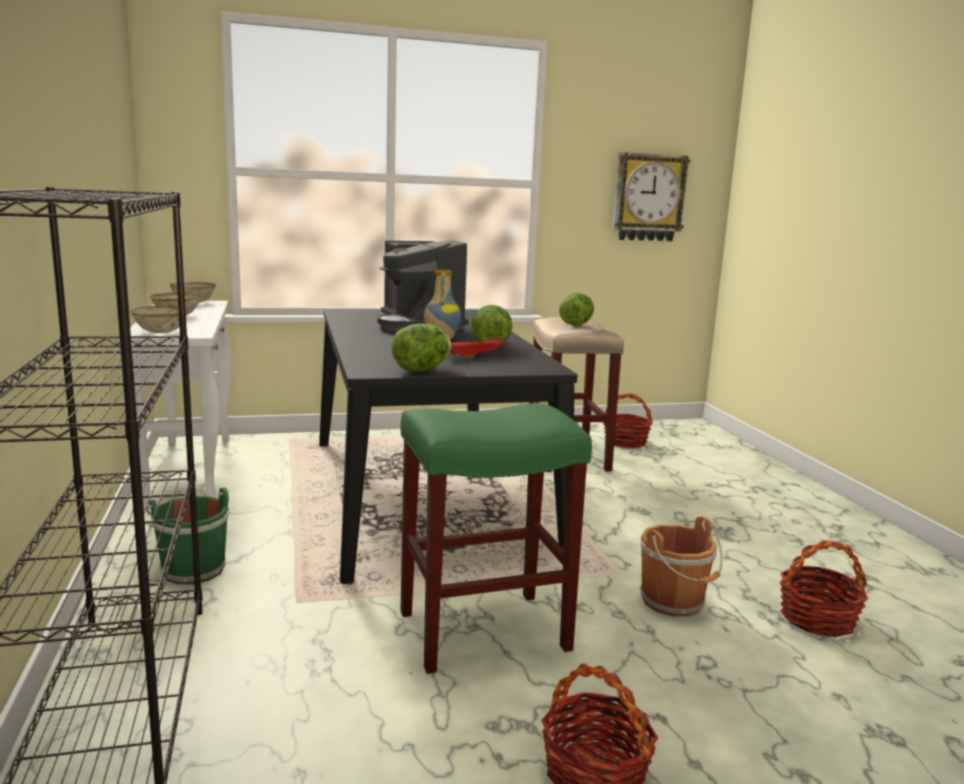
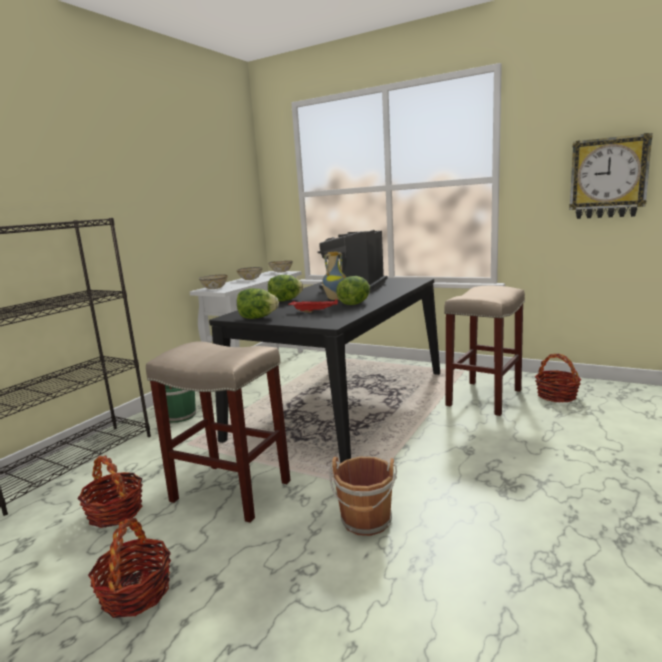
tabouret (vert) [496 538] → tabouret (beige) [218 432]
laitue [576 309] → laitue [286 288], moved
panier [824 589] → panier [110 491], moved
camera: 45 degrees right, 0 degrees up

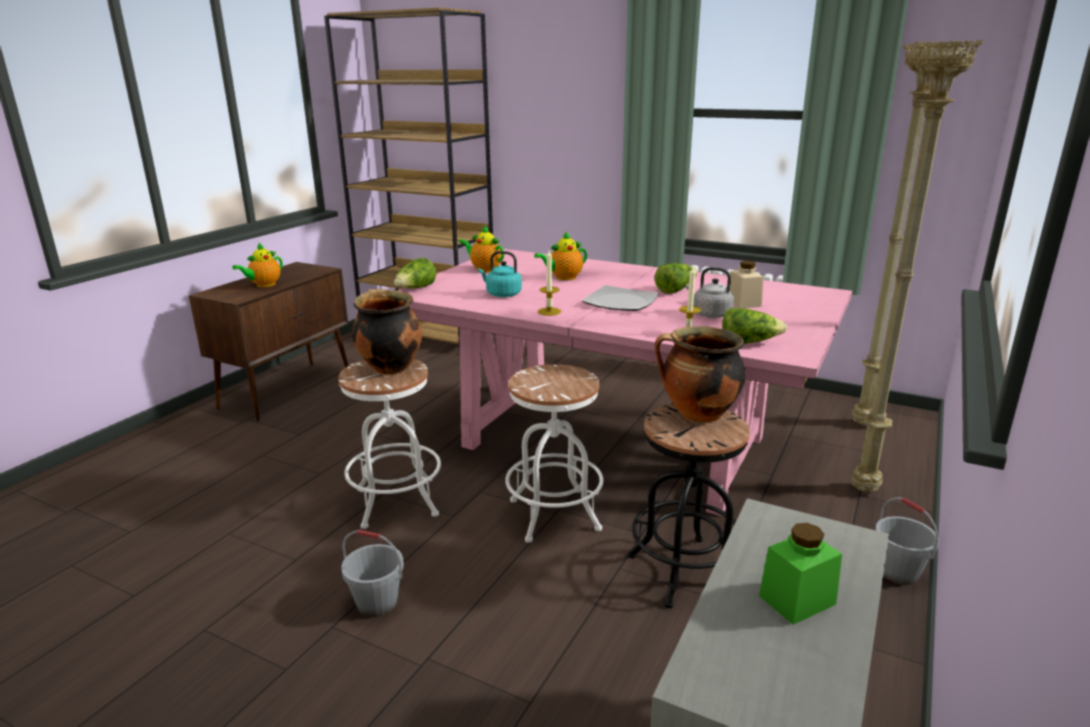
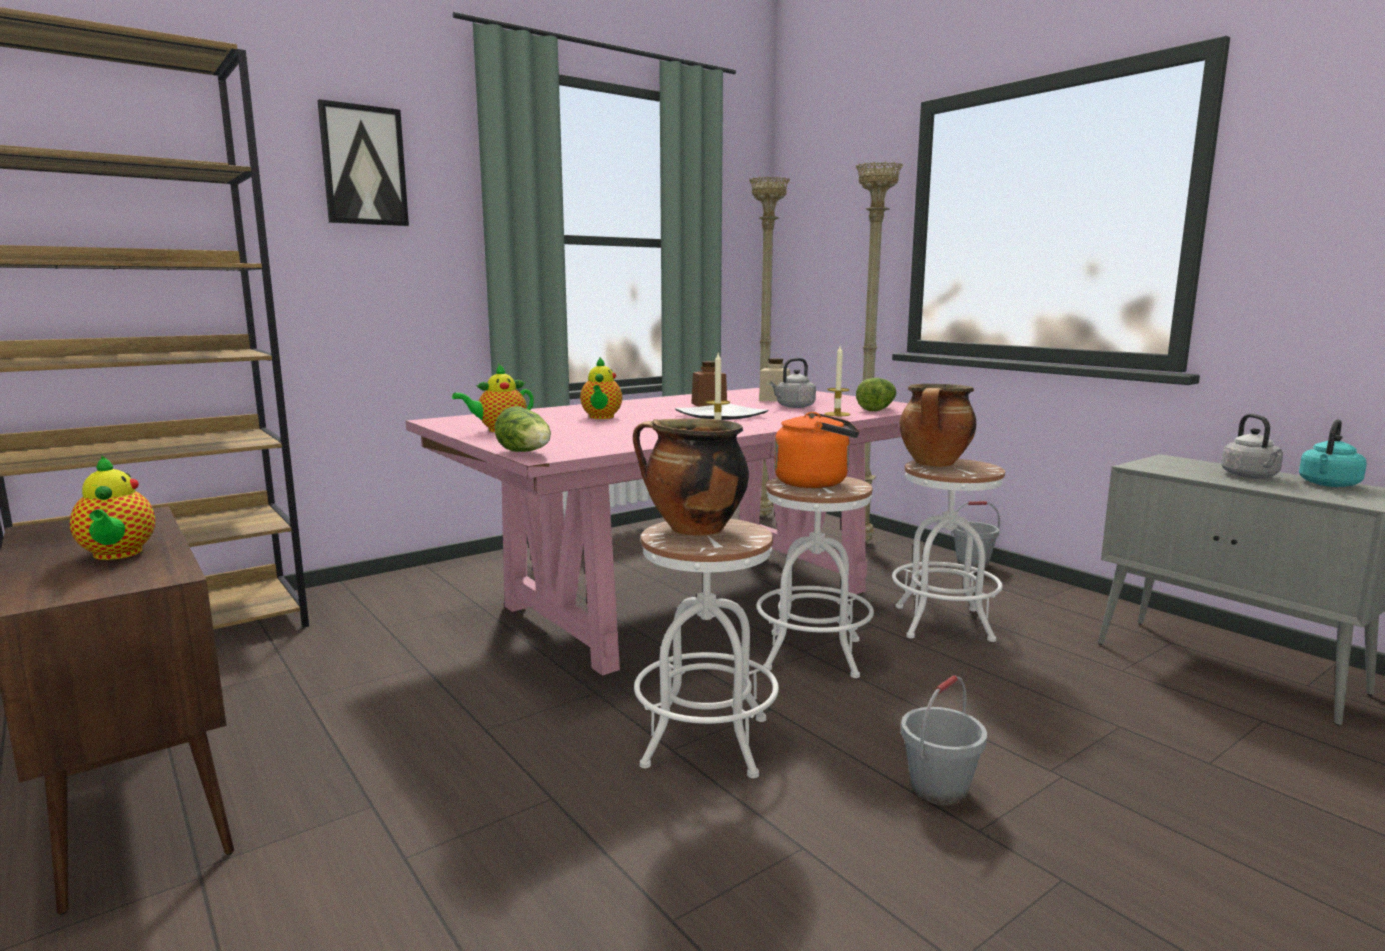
bouilloire (turquoise) [500 274] → bouilloire (turquoise) [1333 453], moved
tabouret (noir) [689 506] → tabouret (blanc) [948 550]
laitue [676 278] → bocal (marron) [709 384]
bocal (vert) [800 574] → bouilloire (gris) [1252 446]
- → tableau [363 162]
- → bouilloire (orange) [816 450]
camera: 65 degrees left, 10 degrees down

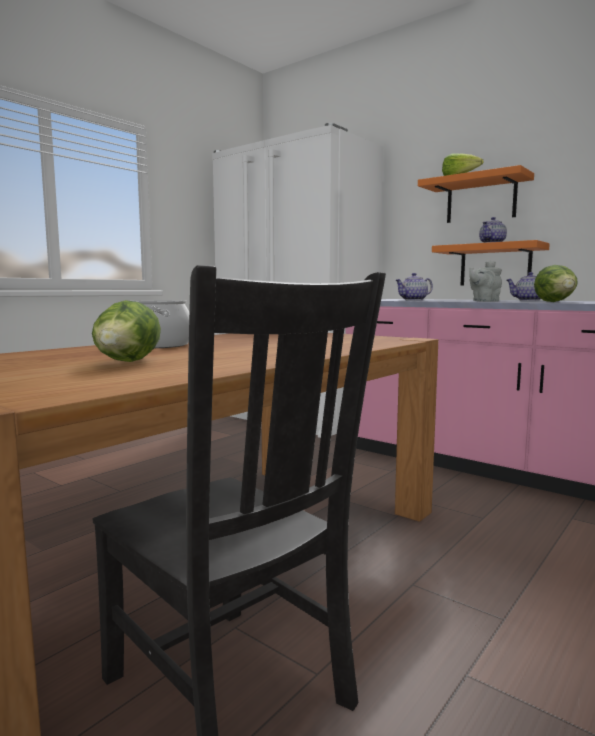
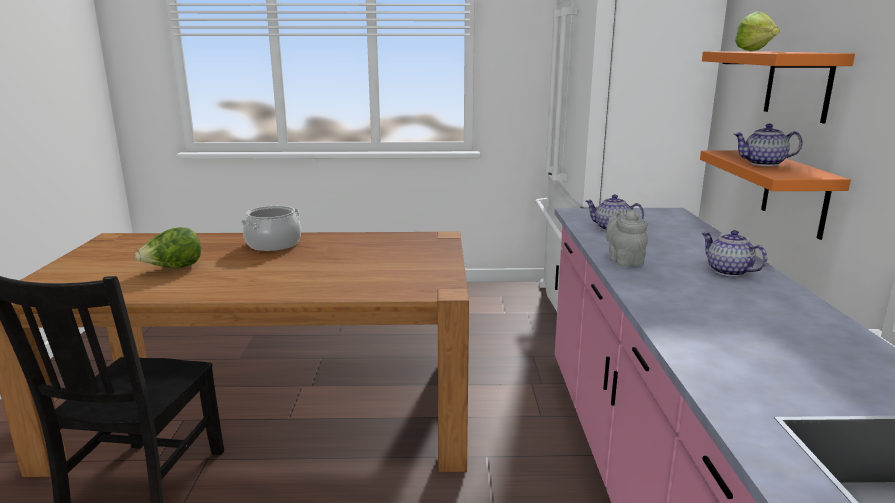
théière (gris) [485 281] → théière (gris) [627 238], 60 degrees clockwise
laitue [556 283] → -
camera: 50 degrees right, 10 degrees up

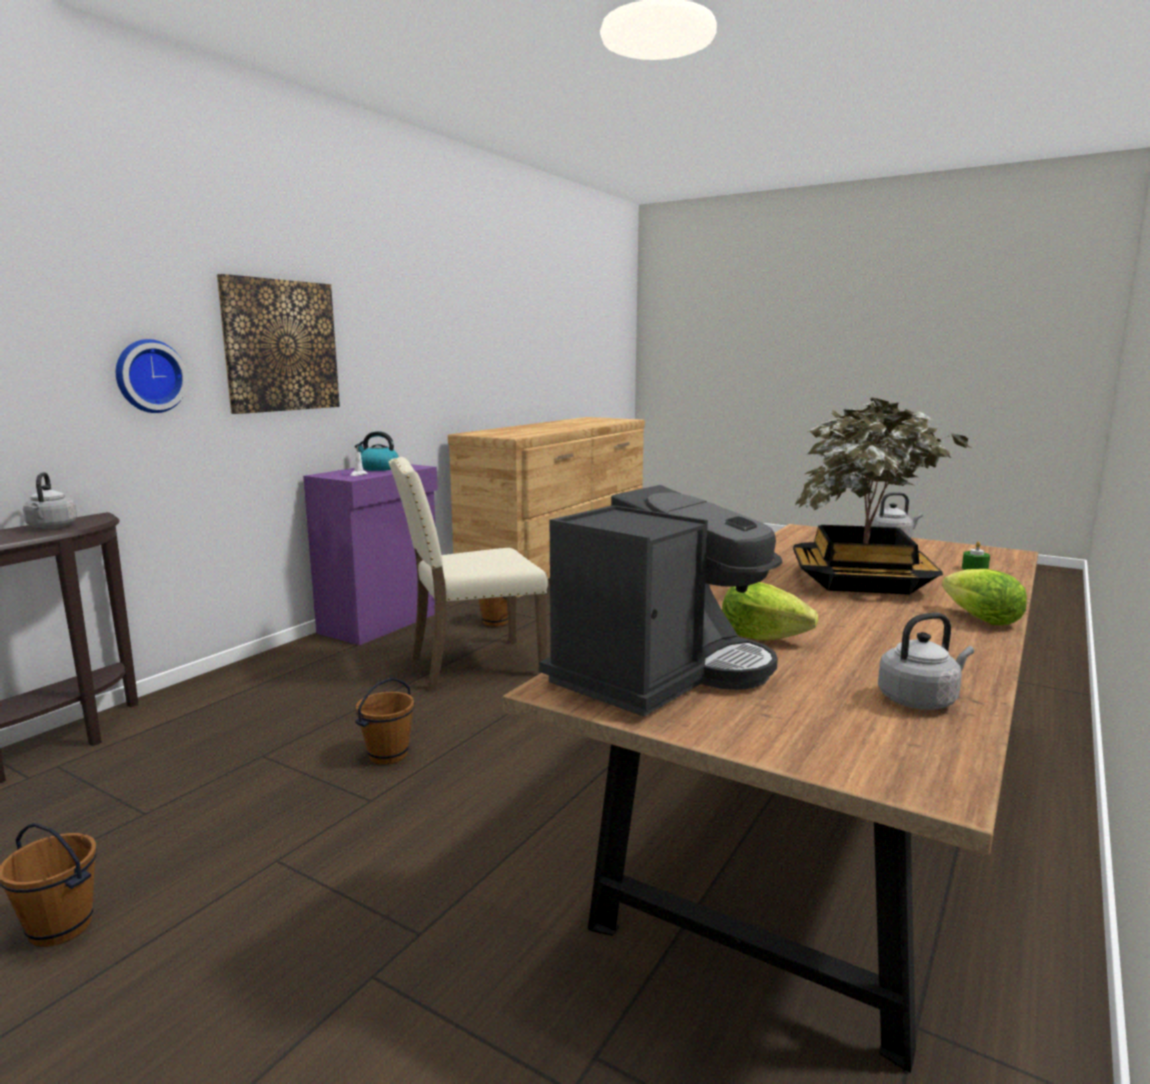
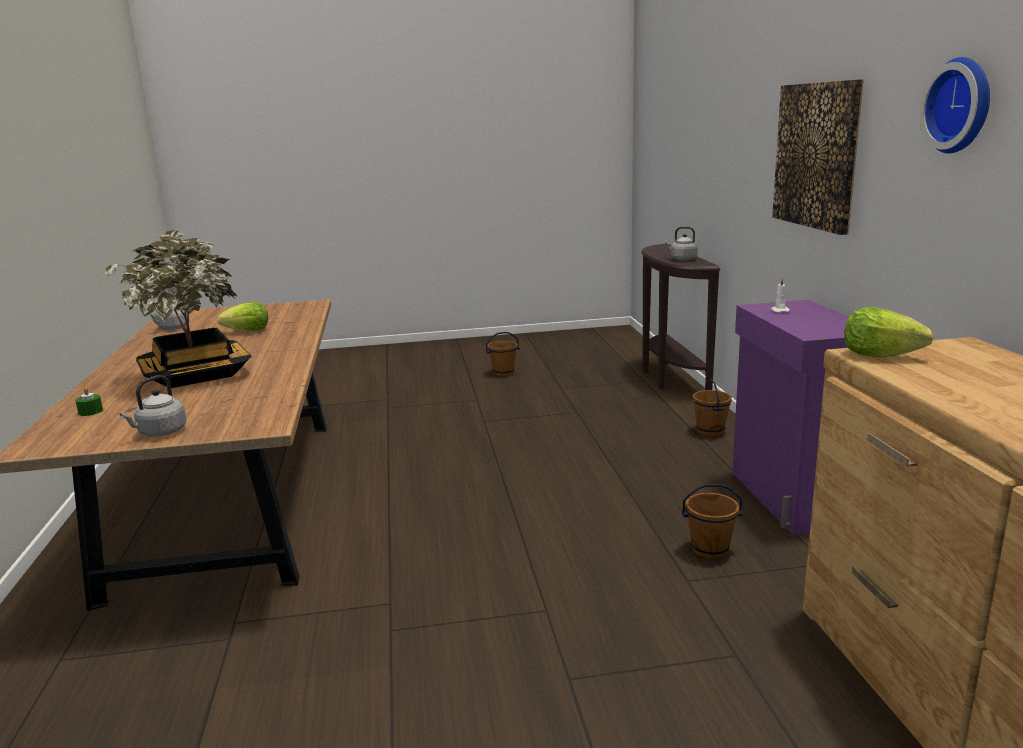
horloge murale [152 376] → horloge murale [955 105], moved
bouilloire [377 451] → -
seau (marron) [385 721] → seau (marron) [712 407], moved
chaise (beige) [468 574] → -
machine à café [660 601] → -
laitue [984 597] → laitue [889 332], moved
camera: 140 degrees right, 5 degrees up

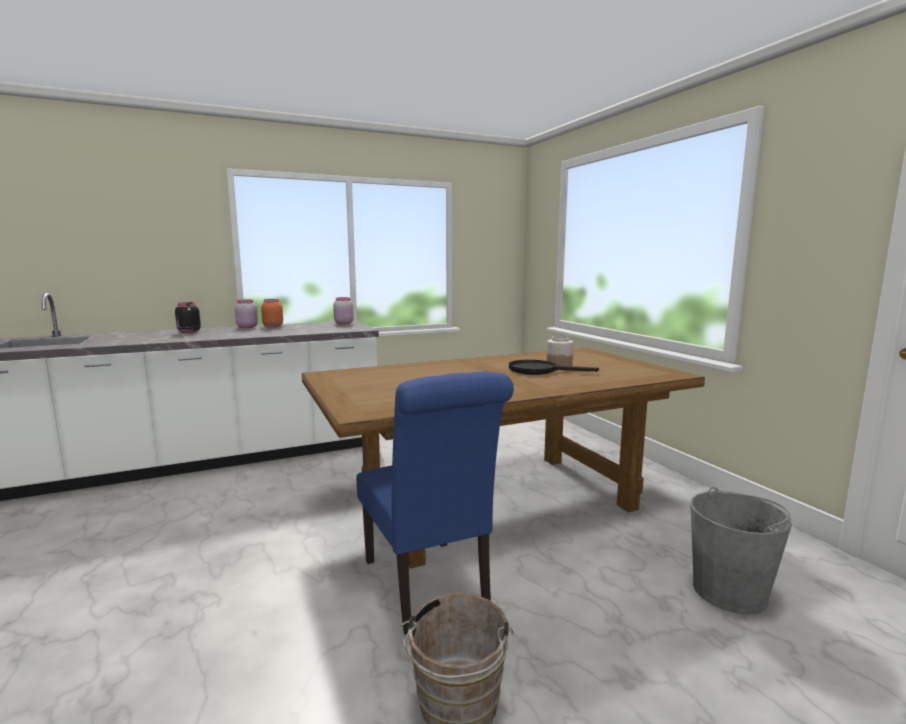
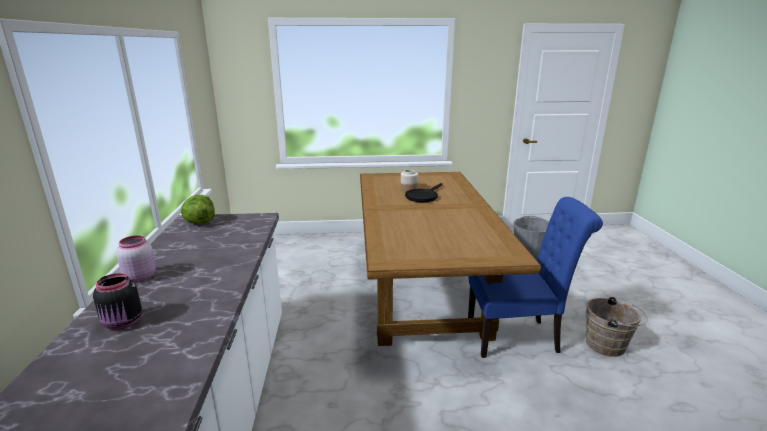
bocal (orange) [272 313] → -
bocal (rose) [343 310] → laitue [198 209]
camera: 70 degrees left, 10 degrees up

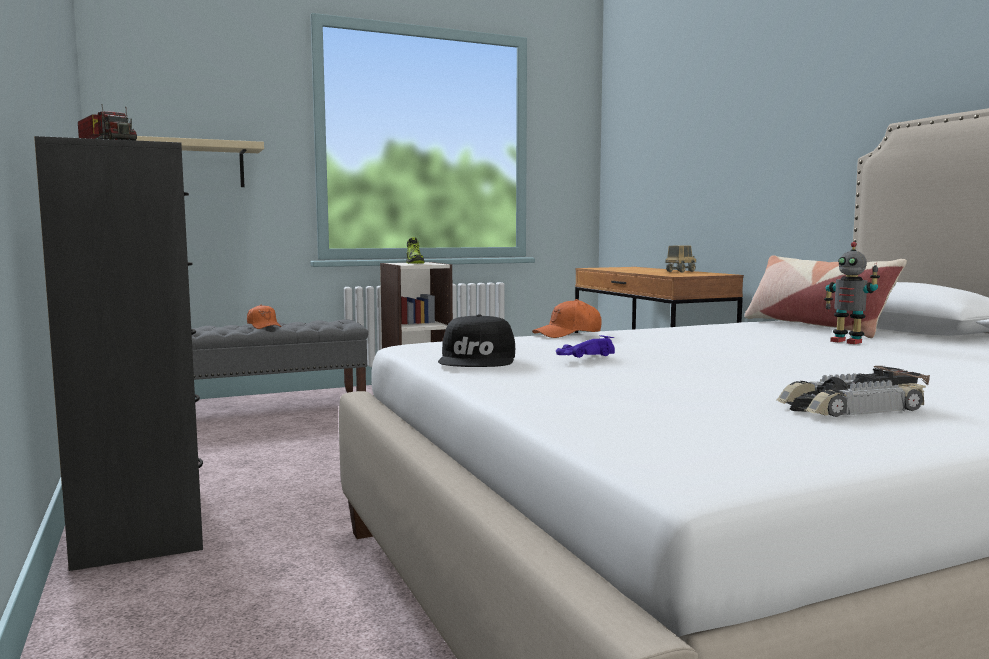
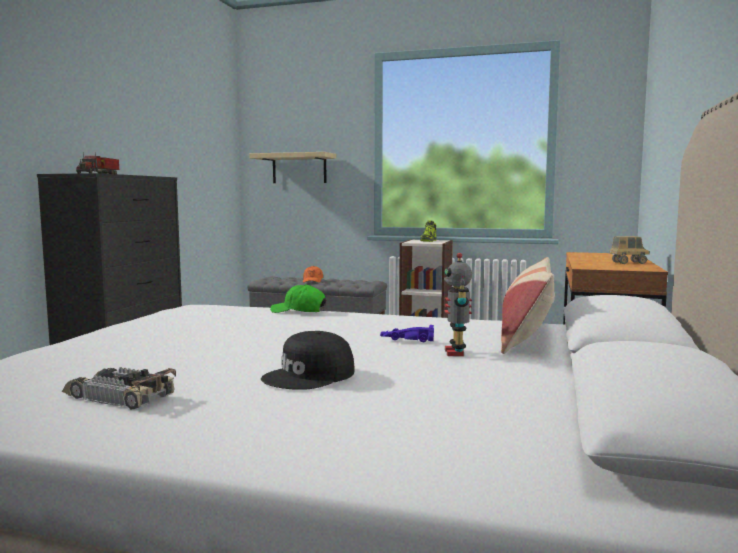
casquette (noir) [476 340] → casquette (noir) [307 360], moved
casquette (orange) [567 318] → casquette (vert) [298 298]
petite voiture (violet) [585 346] → petite voiture (violet) [407 333], moved
camera: 40 degrees right, 0 degrees up

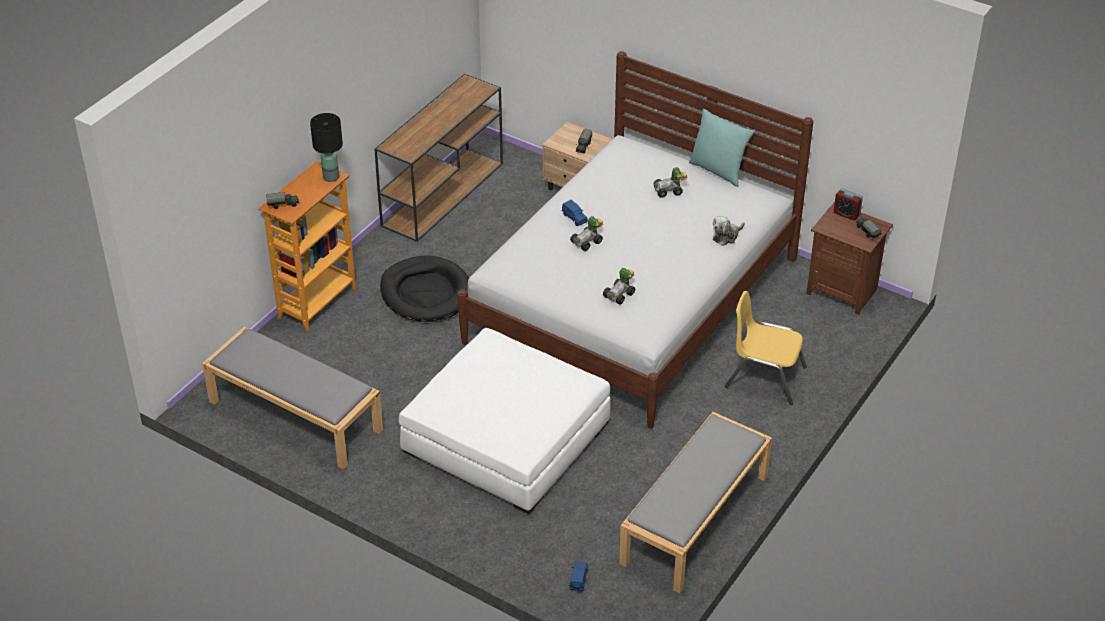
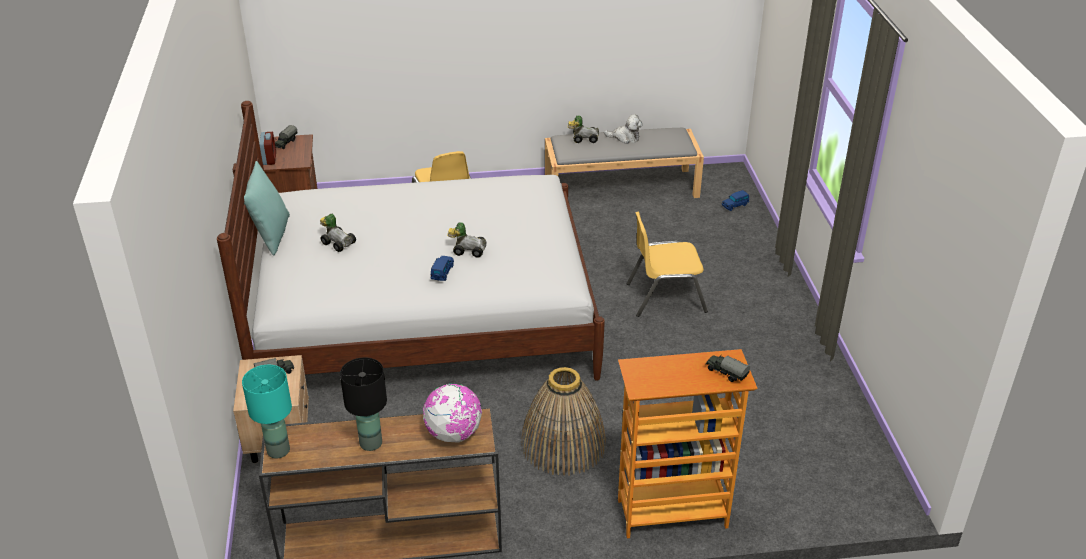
banc (gris) [292 398] → -
lampe de table (noir) [326 147] → lampe de table (noir) [363 404], moved
panier pour chien (noir) [424 288] → panier [563 421]
pouf (blanc) [505 421] → chaise (jaune) [667 264]
petite voiture [619 286] → petite voiture [583 129], moved
peluche [729 231] → peluche [623 129], moved
- → lampe de table (turquoise) [267 411]
- → globe [452 413]
camera: 130 degrees left, 5 degrees down

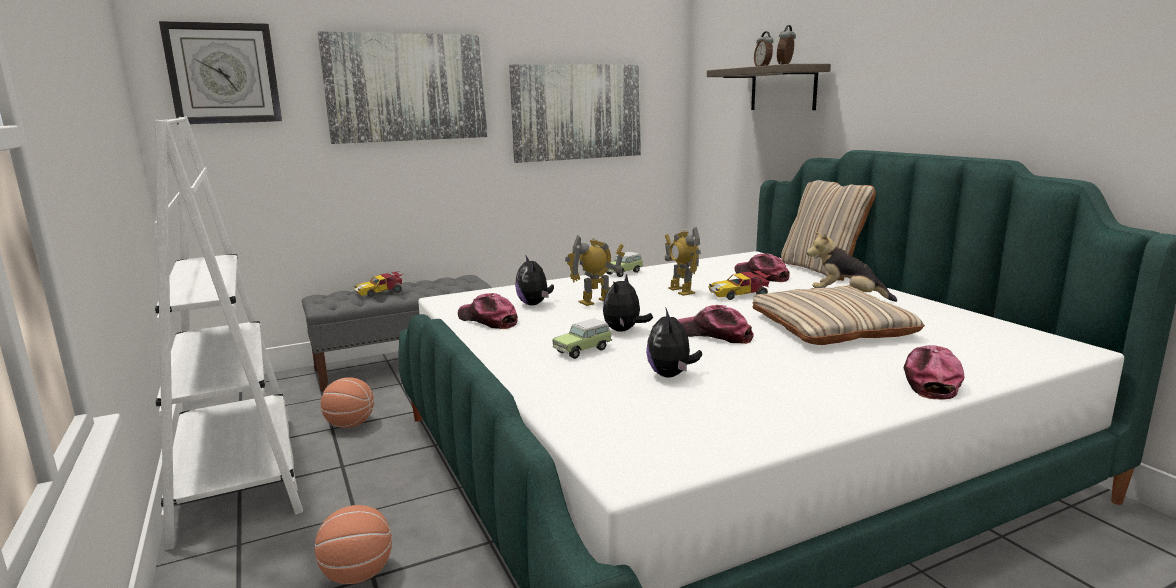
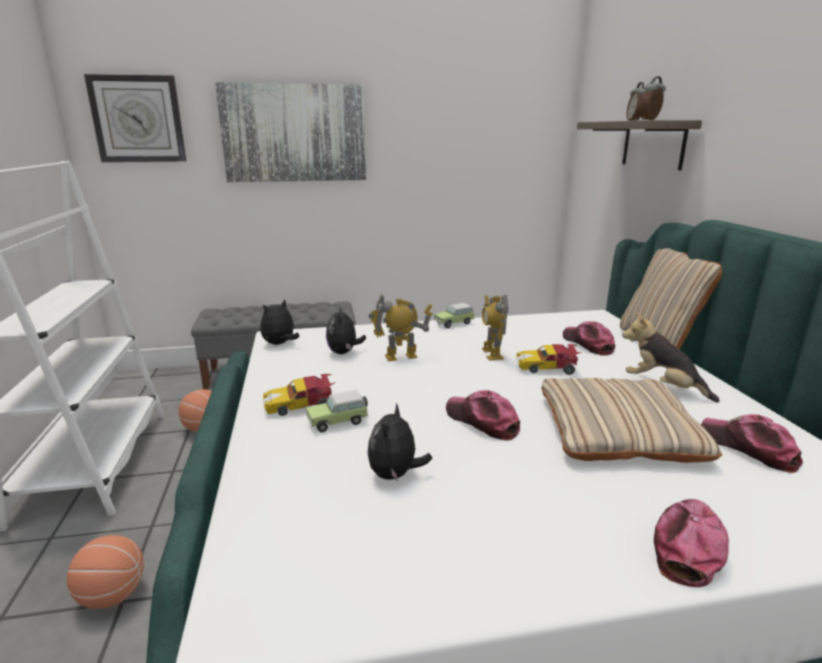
petite voiture [378 284] → petite voiture [299 395], moved
casquette [488 311] → casquette [752 443], moved
tableau [575 114] → -
peluche [628 303] → peluche [279 322], moved
camera: 15 degrees right, 5 degrees up

